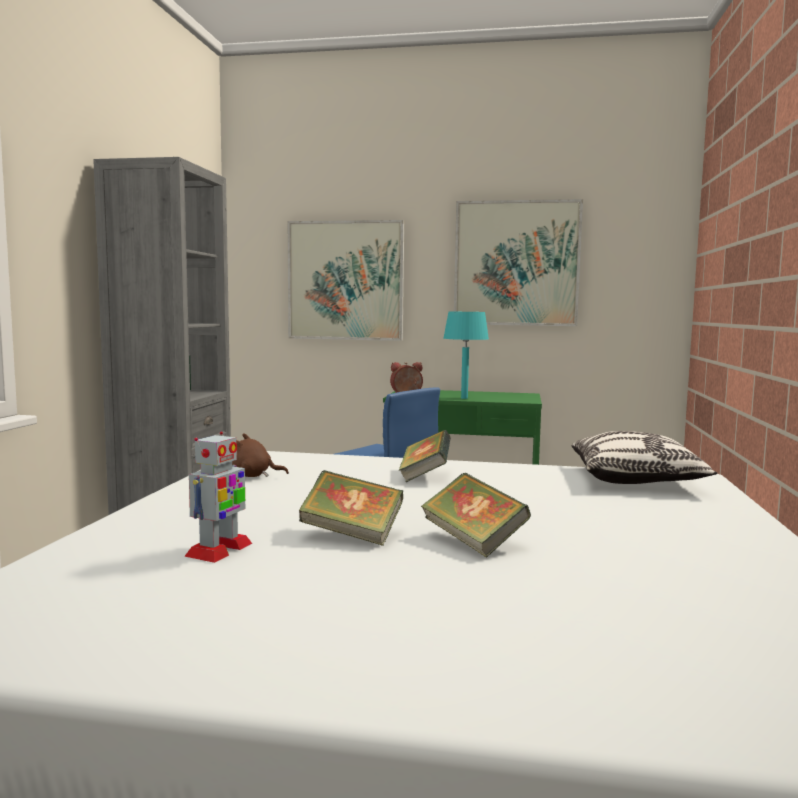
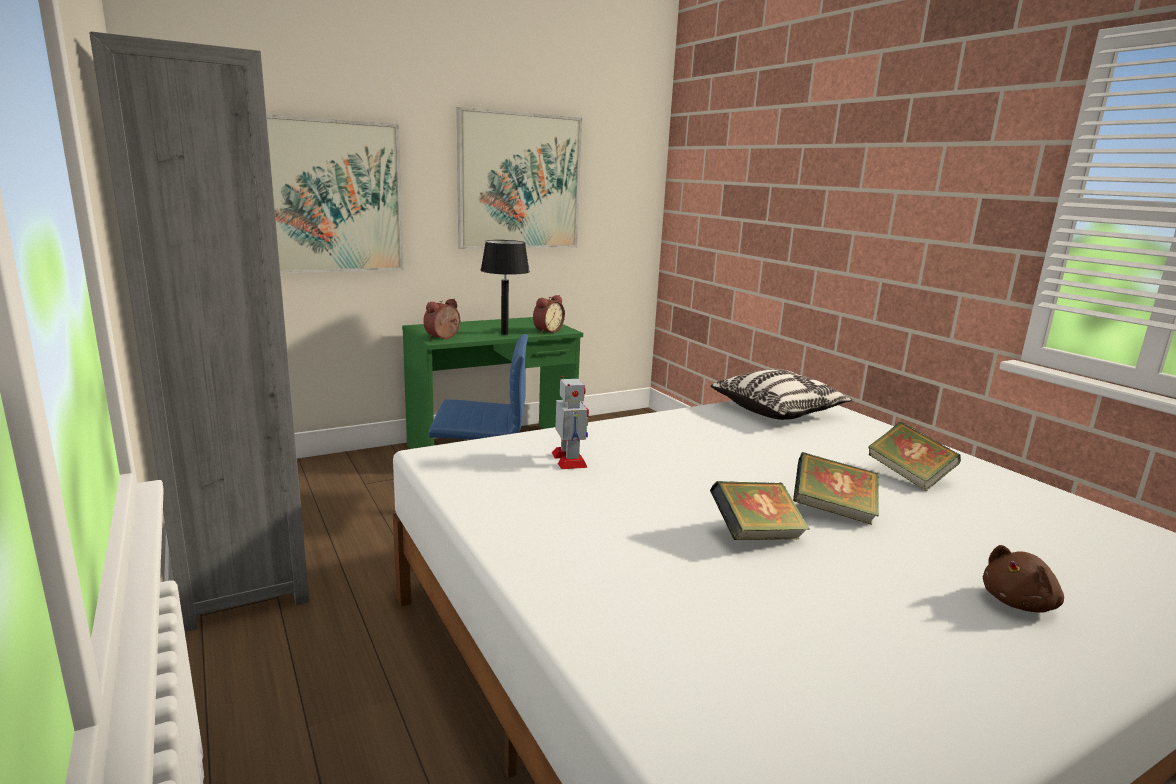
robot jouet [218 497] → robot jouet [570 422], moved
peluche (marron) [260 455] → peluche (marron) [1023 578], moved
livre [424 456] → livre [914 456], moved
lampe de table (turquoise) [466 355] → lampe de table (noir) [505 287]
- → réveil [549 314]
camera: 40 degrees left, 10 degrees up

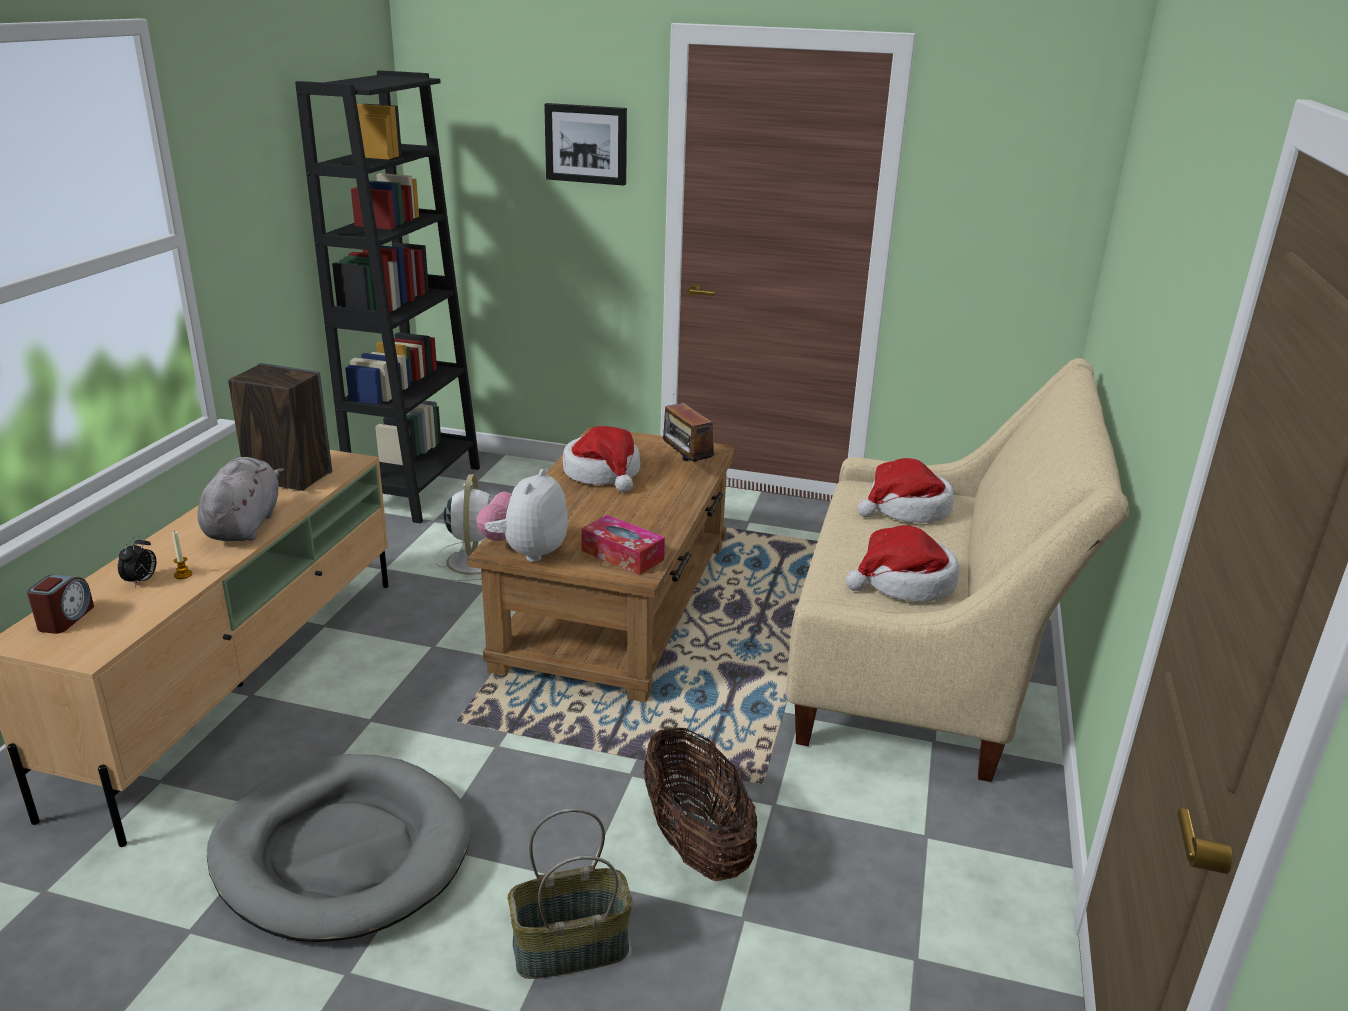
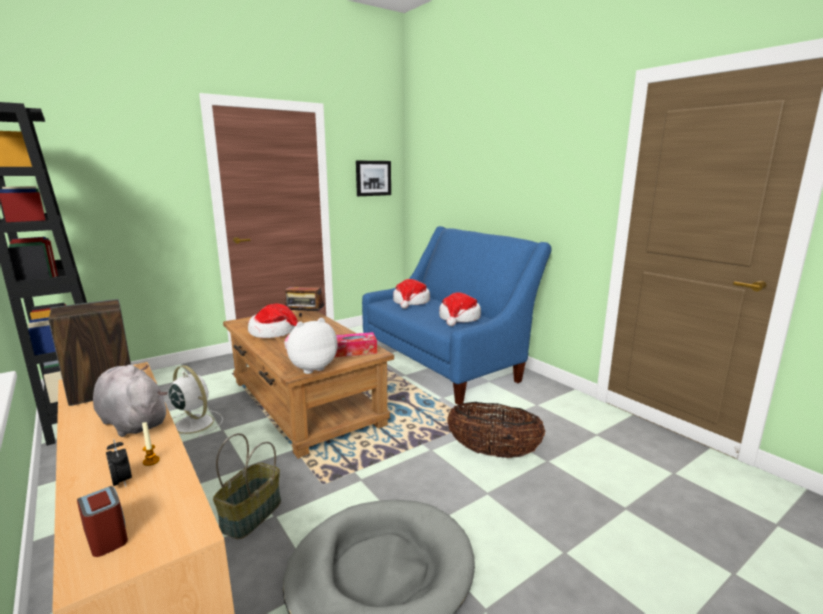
peluche [522 515] → peluche [310 346], 90 degrees clockwise
panier [570 894] → panier [247 486], moved
tableau [585 144] → tableau [373 178], moved
canapé (beige) [957 570] → canapé (bleu) [457 315]
camera: 50 degrees left, 10 degrees down

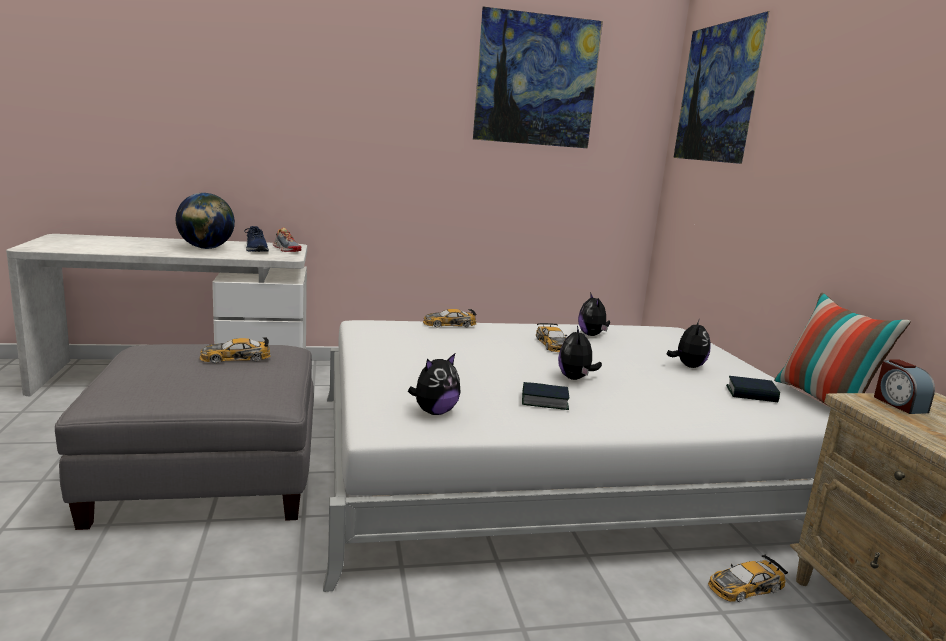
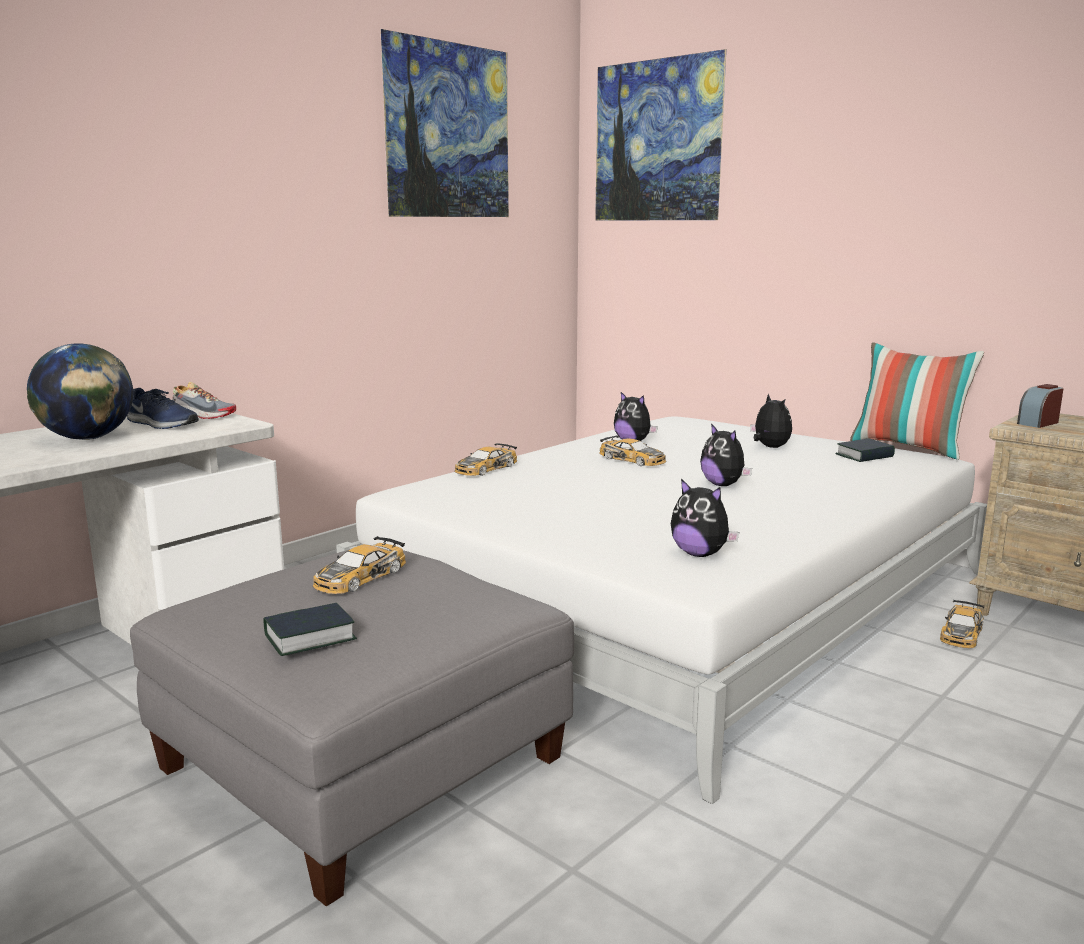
peluche [434 384] → peluche [705 518], 120 degrees clockwise
livre [545 396] → livre [310 629], moved
réveil [904 386] → réveil [1040 406], 105 degrees clockwise
camera: 35 degrees left, 0 degrees up

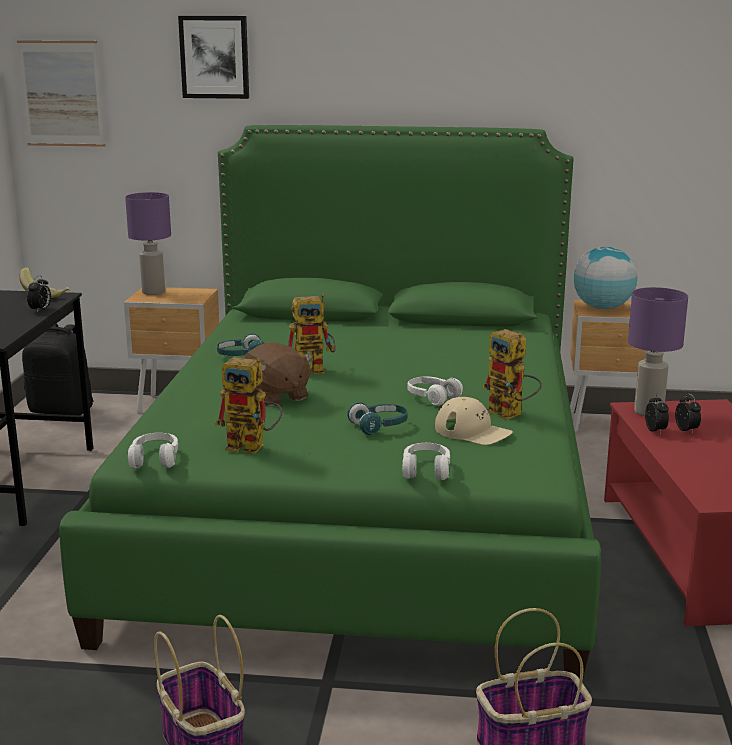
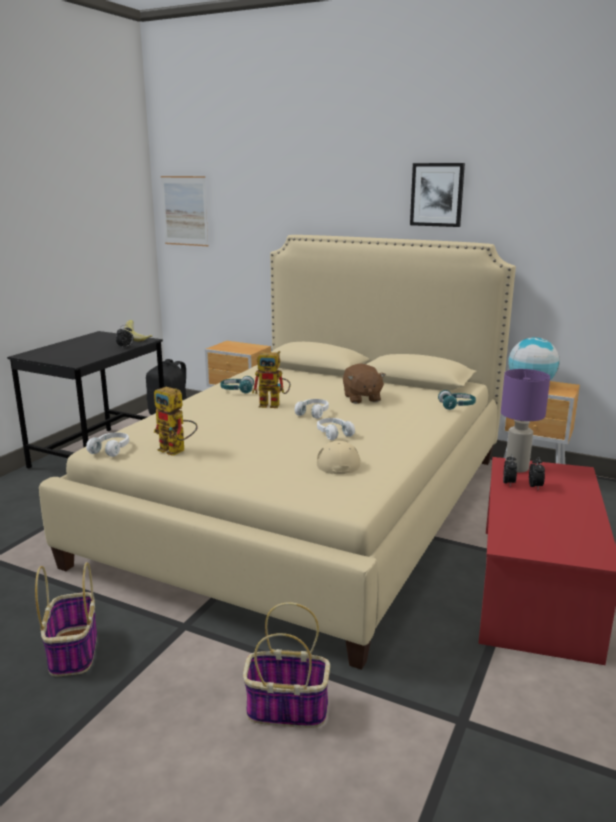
lit (vert) [330 402] → lit (beige) [277 452]
lampe de table (violet) [148 243] → -
tableau [213 57] → tableau [437 195], moved
peluche (marron) [279 374] → peluche (marron) [364 383], moved
casque audio (turquoise) [377 418] → casque audio (turquoise) [457 400], moved
casque audio (blanc) [426 461] → casque audio (blanc) [312 409], moved
casquette (beige) [474 421] → casquette (beige) [338 457], 150 degrees counterclockwise
robot jouet [512 374] → -
camera: 20 degrees right, 0 degrees up

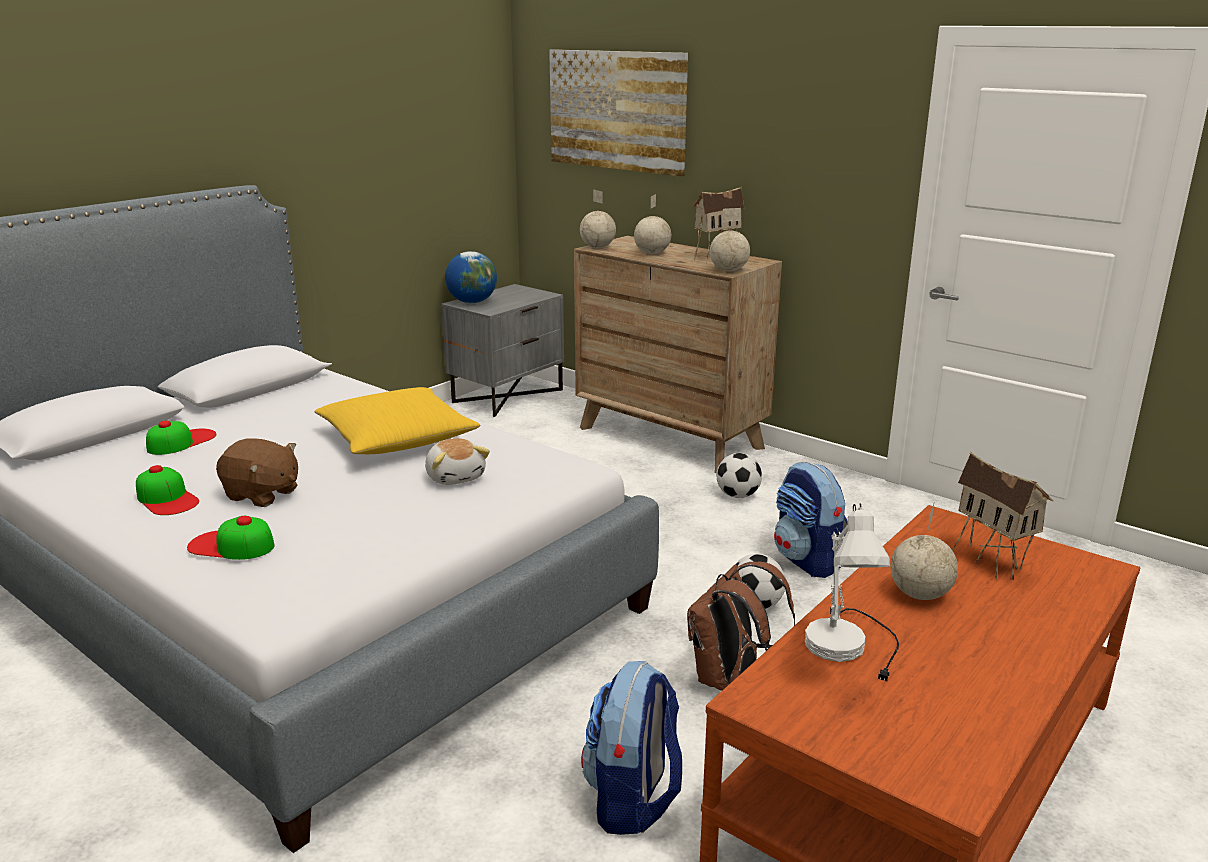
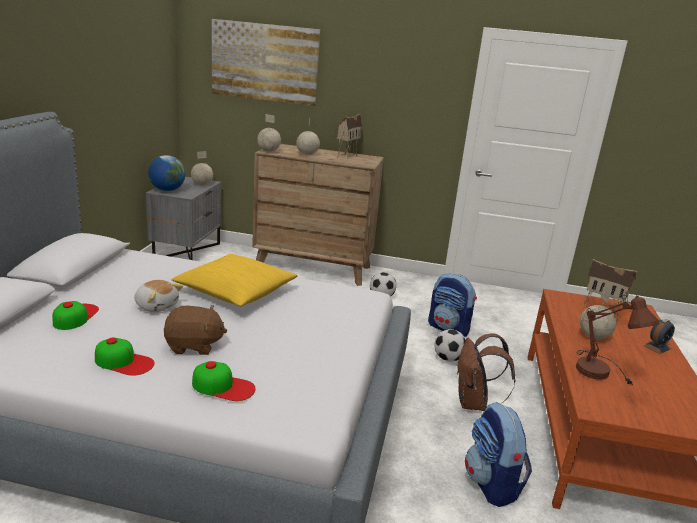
casquette [231 538] → casquette [224 381], 150 degrees counterclockwise
peluche [457 461] → peluche [158 296], moved
globe [730 239] → globe [202 168], moved
lampe de table (blanc) [852 593] → lampe de table (marron) [617 339]
- → réveil [659 336]
camera: 30 degrees left, 0 degrees up

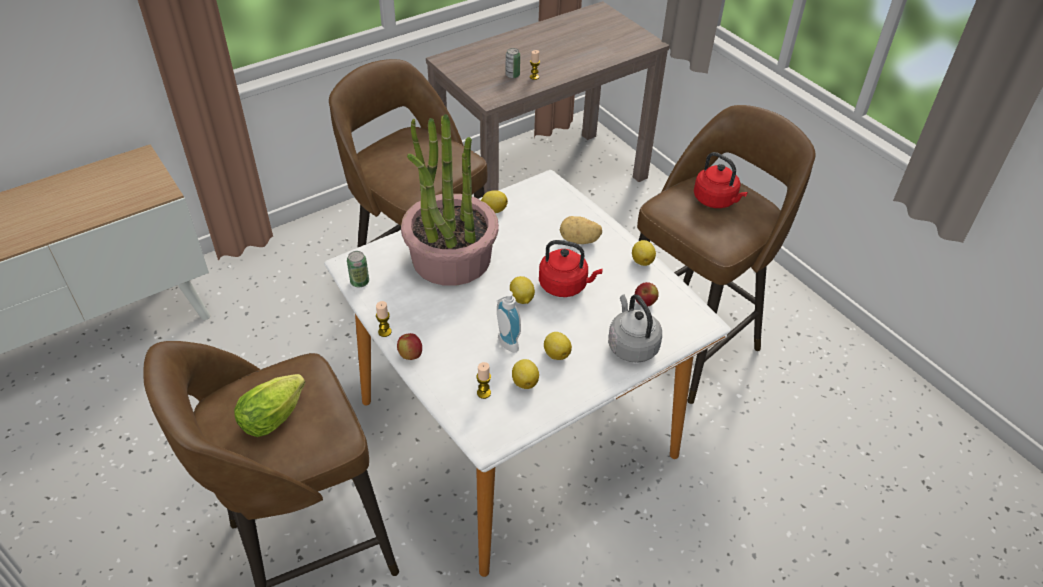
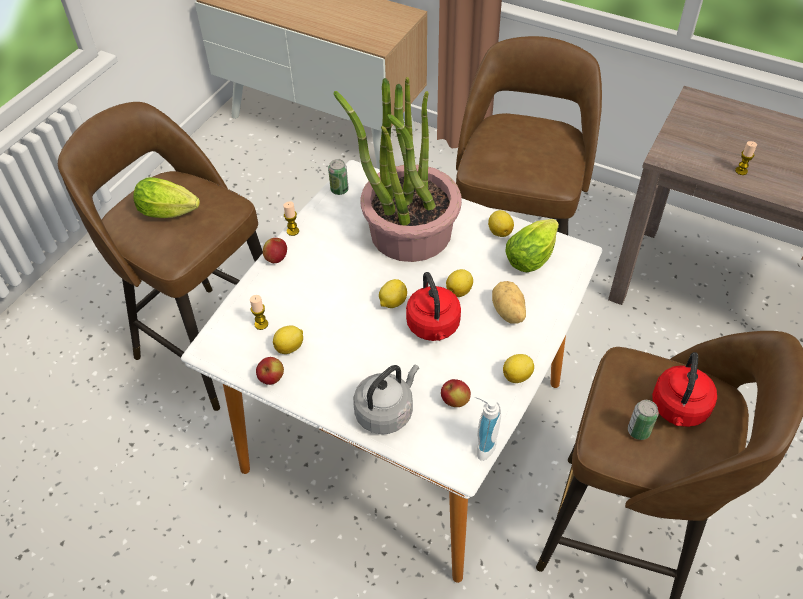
distributeur de savon [508 321] → distributeur de savon [488 428], moved
boîte métallique [513 63] → boîte métallique [643 420], moved
citron [558 346] → citron [459 283], moved
- → pomme [270 371]
- → laitue [532 245]
camera: 65 degrees right, 5 degrees up

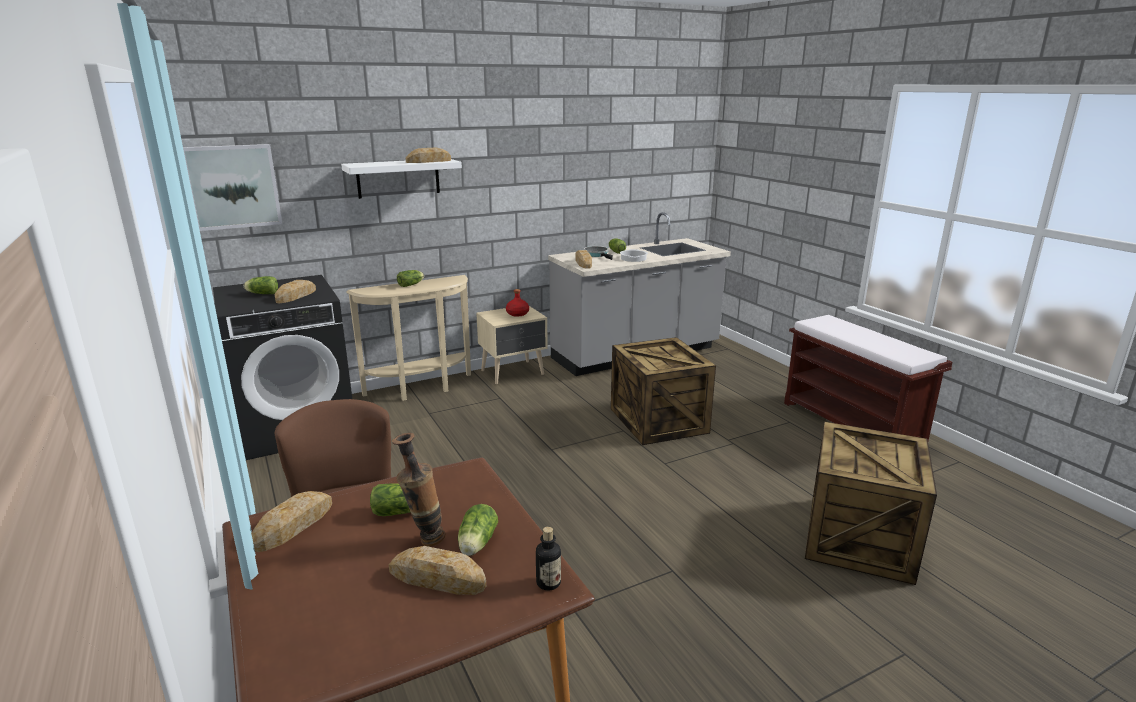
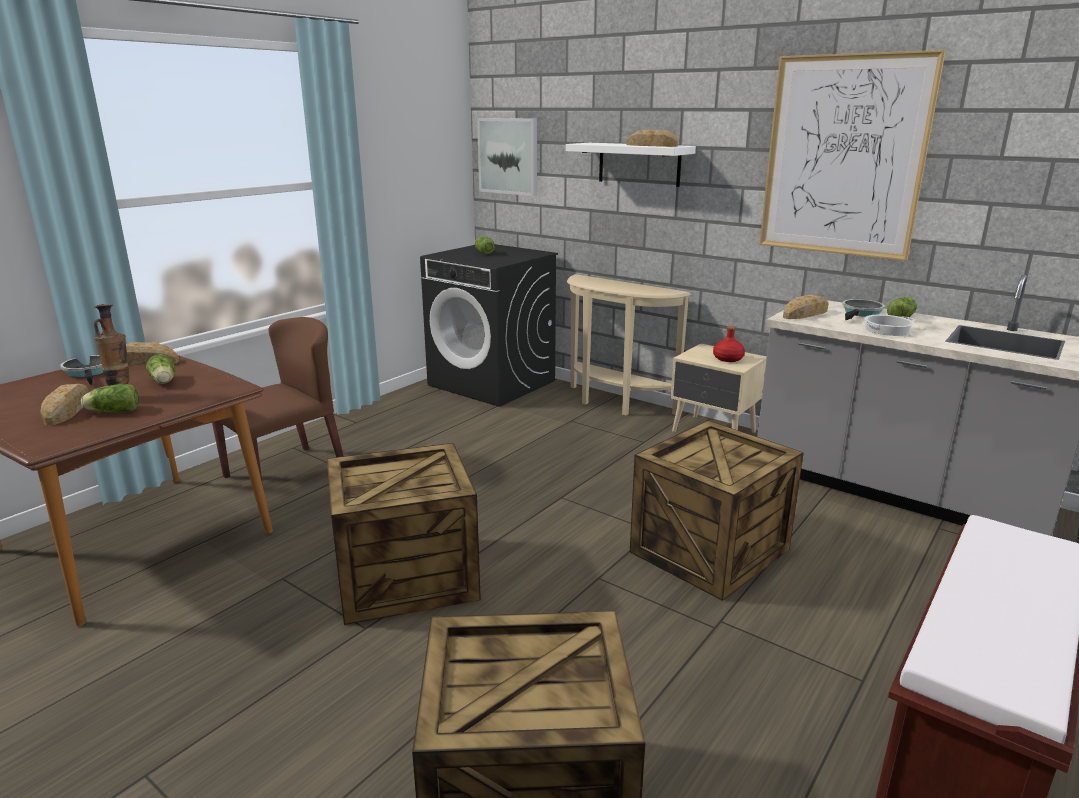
pain [295 291] → -
laitue [410 278] → -
bouteille [548 558] → -
- → poêle [81 370]
- → caisse [404 534]
- → tableau [852 155]
camera: 65 degrees right, 0 degrees up

